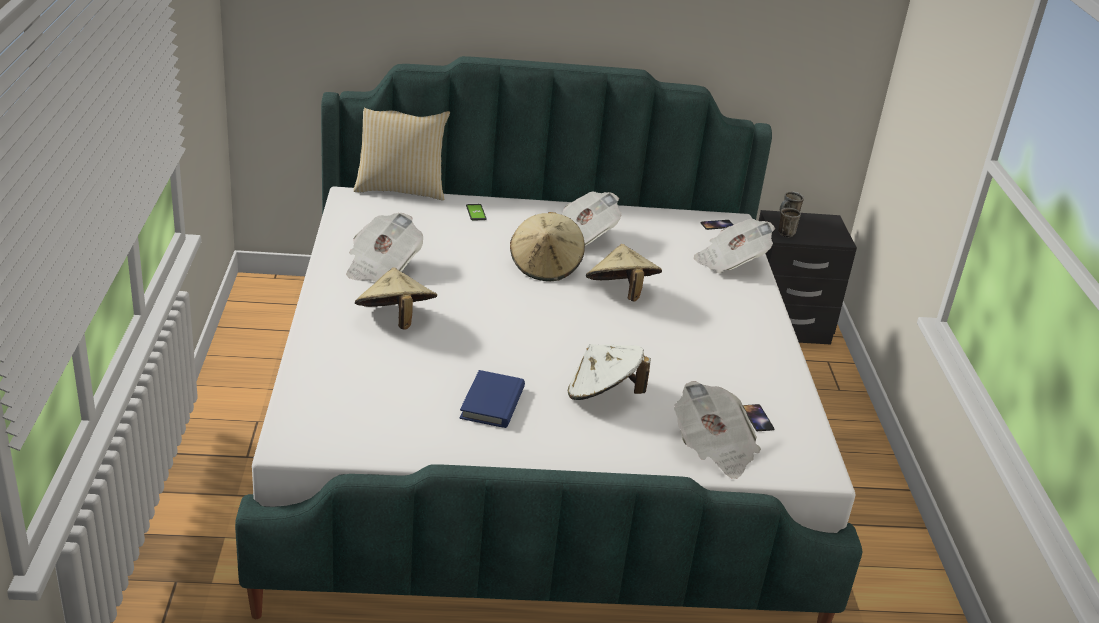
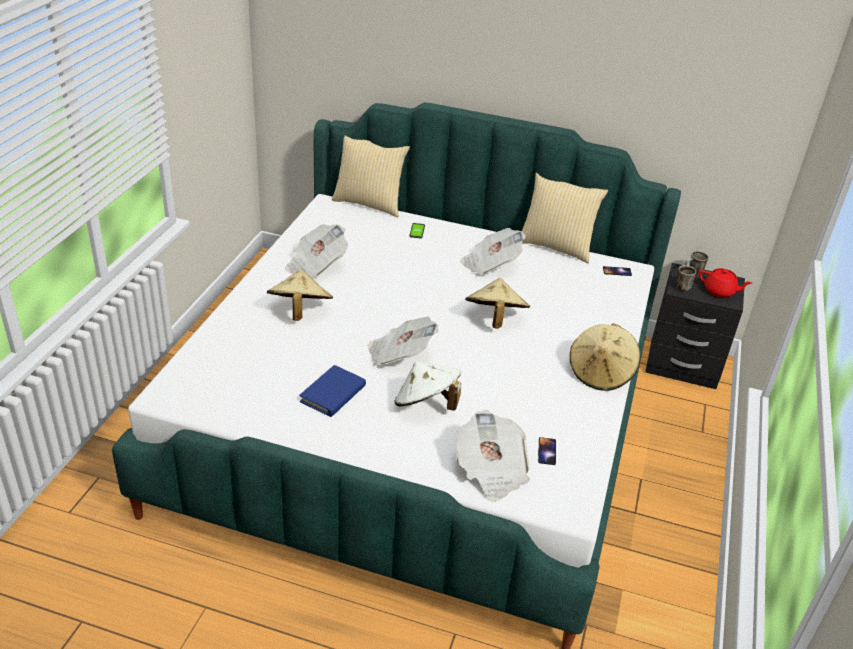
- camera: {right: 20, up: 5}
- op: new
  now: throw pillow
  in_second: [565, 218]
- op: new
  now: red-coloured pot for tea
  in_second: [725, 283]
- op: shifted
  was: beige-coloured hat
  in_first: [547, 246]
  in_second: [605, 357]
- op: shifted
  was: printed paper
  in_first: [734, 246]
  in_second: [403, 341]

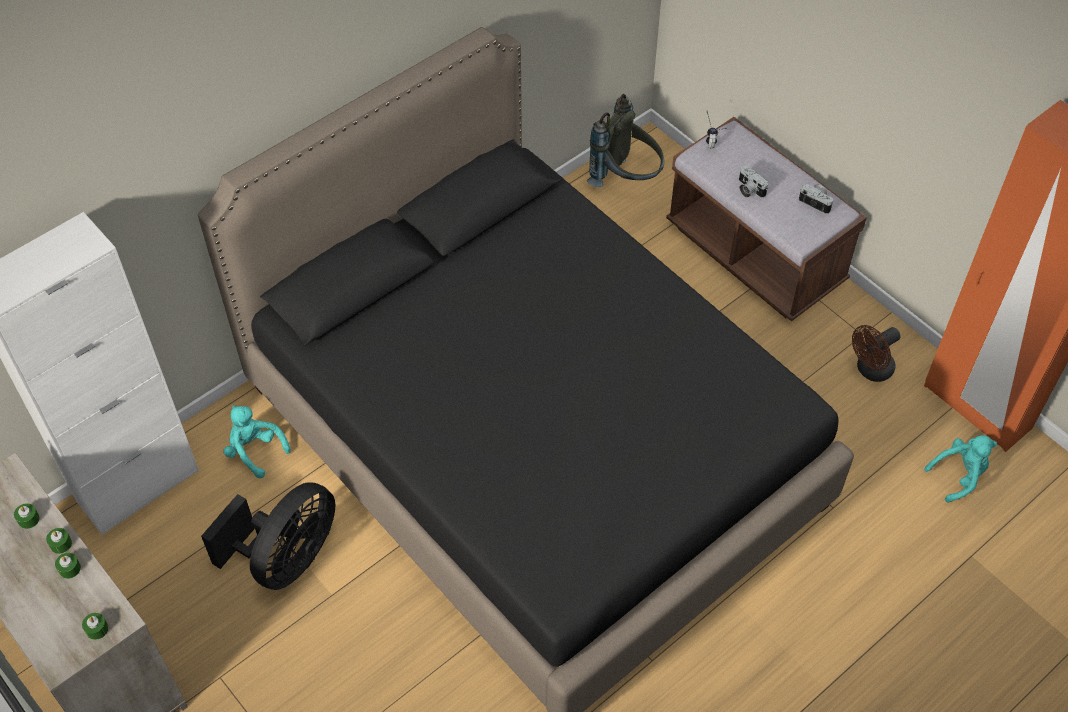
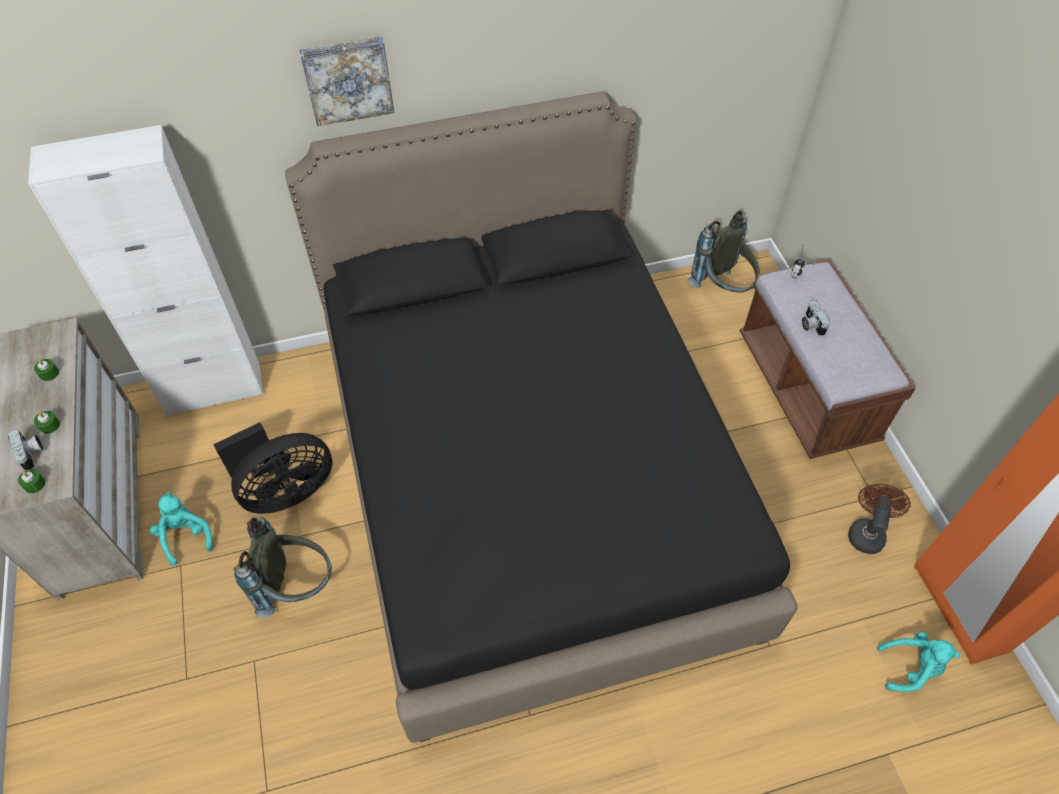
- camera: {right: 25, up: 0}
- op: gone
  was: green wax light
  in_first: [59, 541]
- op: new
  now: gray rucksack
  in_second: [283, 567]
- op: new
  now: wall picture
  in_second: [346, 81]
- op: shifted
  was: turquoise plush toy
  in_first: [257, 441]
  in_second: [181, 529]
- op: shifted
  was: still camera
  in_first: [816, 199]
  in_second: [25, 450]
- op: rotated
  was: brown fan
  in_first: [876, 353]
  in_second: [879, 519]
  clockwise: 120

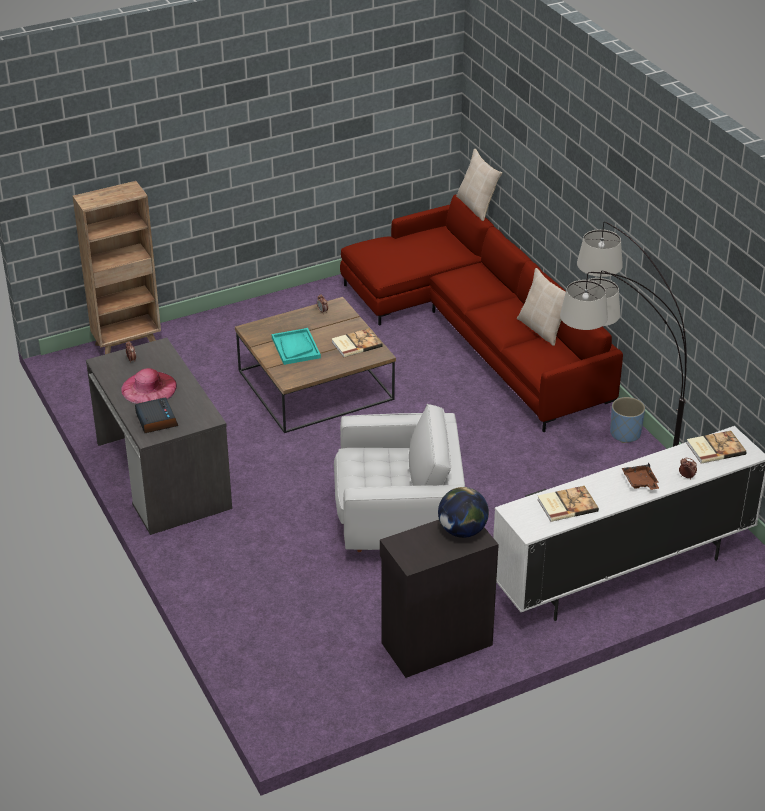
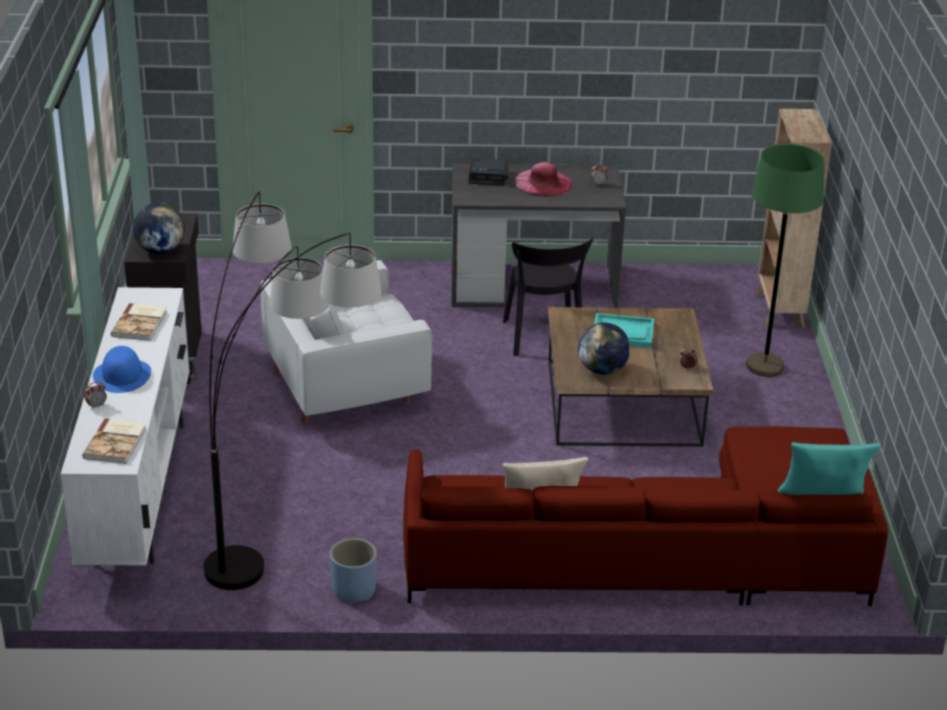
- camera: {right: 115, up: -5}
- op: new
  now: black chair
  in_second: [548, 297]
- op: new
  now: green floor lamp
  in_second: [785, 260]
- op: swapped
  was: bound book
  now: desk globe
  in_first: [357, 342]
  in_second: [604, 349]
- op: swapped
  was: brown tray
  now: blue hat
  in_first: [640, 476]
  in_second: [122, 369]
- op: repainted
  was: beige-coloured throw pillow
  now: turquoise throw pillow
  in_first: [479, 185]
  in_second: [829, 468]
- op: rotated
  was: whitish lounge chair
  in_first: [399, 478]
  in_second: [346, 342]
  clockwise: 45

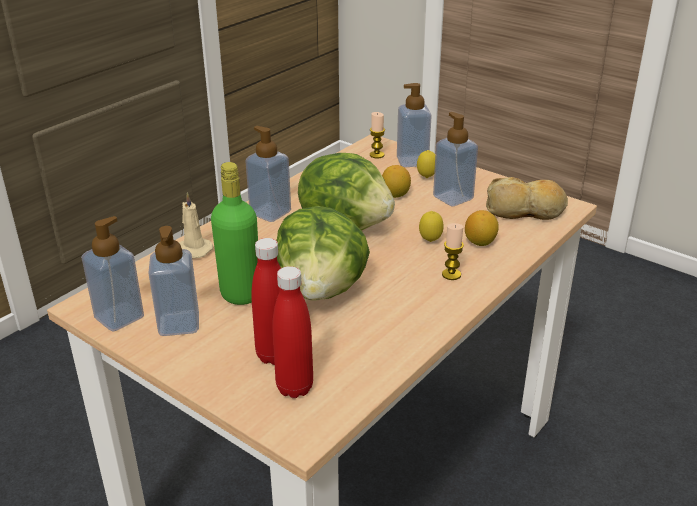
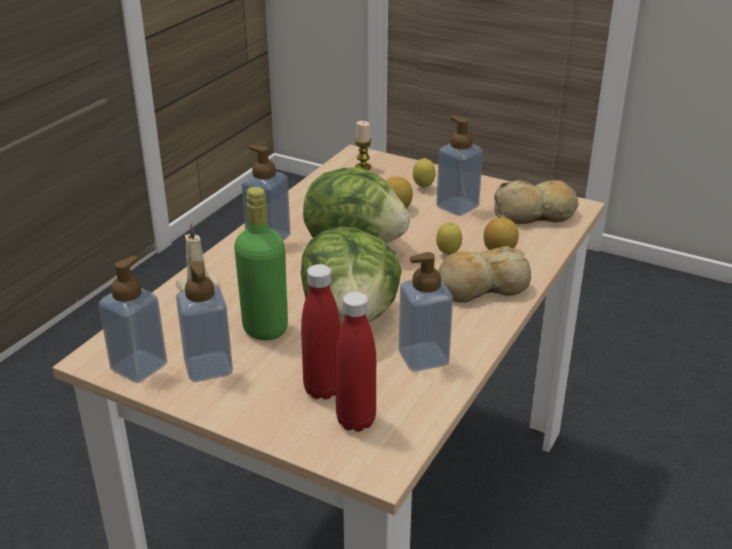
- camera: {right: -10, up: 0}
- op: shifted
  was: soap bottle
  in_first: [414, 125]
  in_second: [426, 312]
- op: swapped
  was: wax light
  now: bakery bread
  in_first: [453, 251]
  in_second: [484, 274]

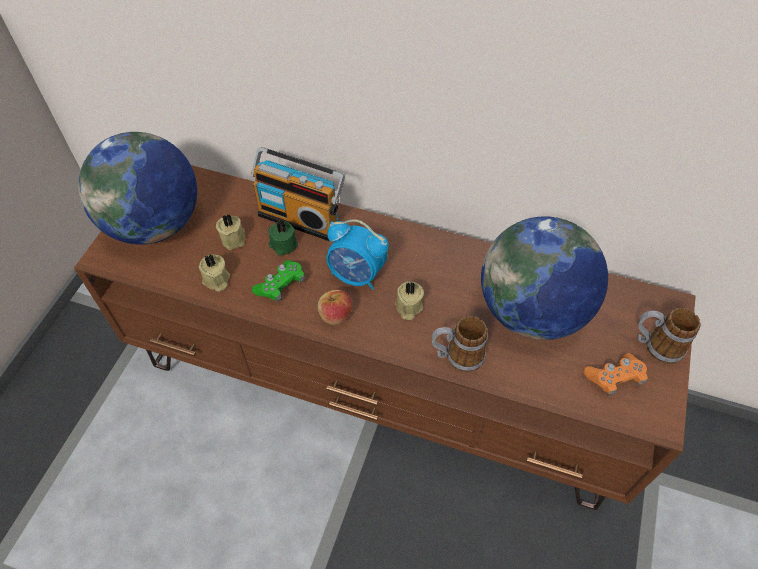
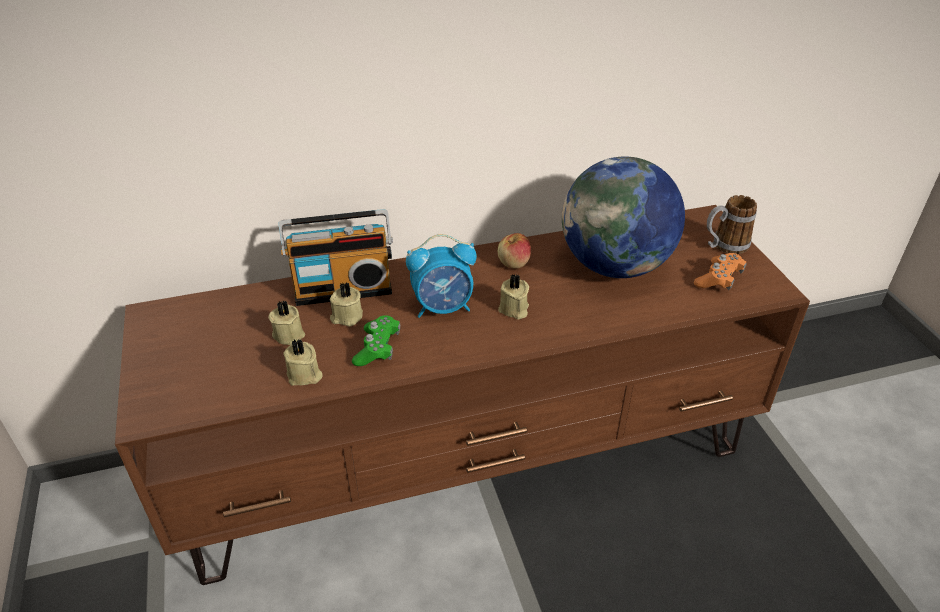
- camera: {right: -35, up: -15}
- op: gone
  was: desk globe
  in_first: [137, 188]
- op: gone
  was: mug
  in_first: [459, 344]
- op: shifted
  was: apple
  in_first: [335, 307]
  in_second: [514, 251]
- op: repainted
  was: green wax light
  now: beige-coloured wax light
  in_first: [283, 237]
  in_second: [346, 304]

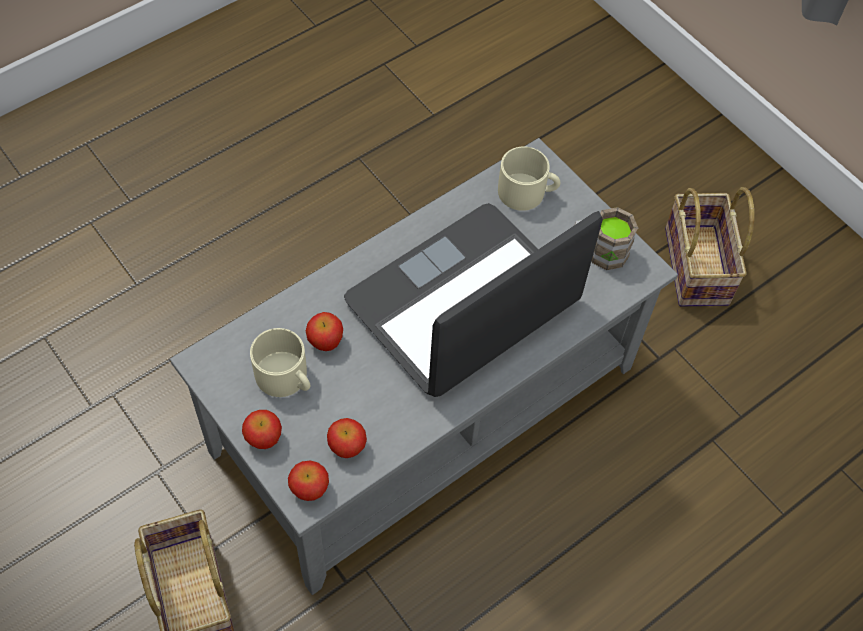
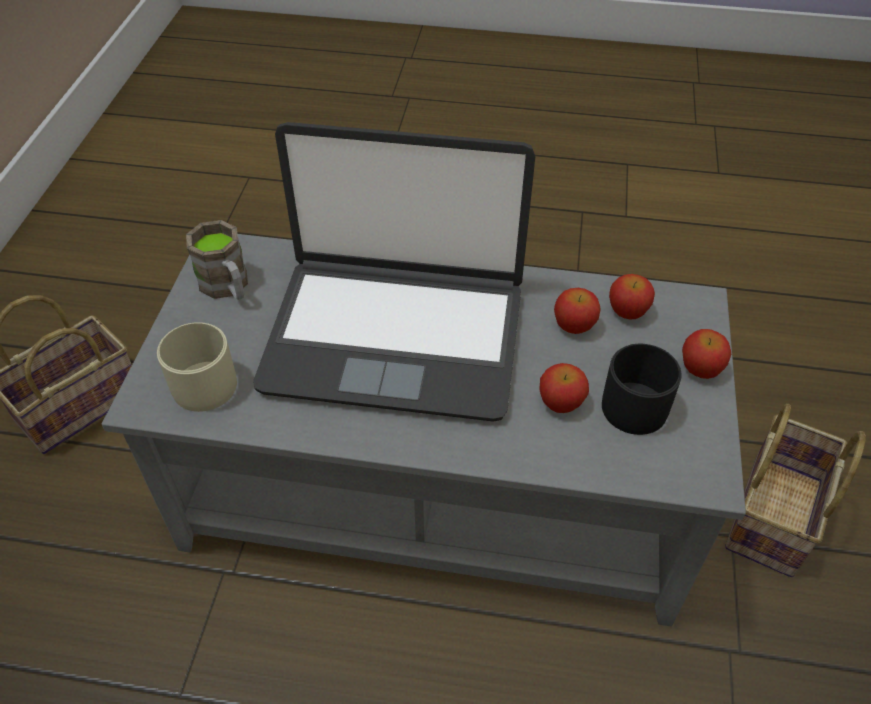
- camera: {right: -130, up: -10}
- op: shifted
  was: apple
  in_first: [308, 480]
  in_second: [577, 311]
- op: repainted
  was: beige-coloured mug
  now: black mug
  in_first: [280, 362]
  in_second: [642, 389]

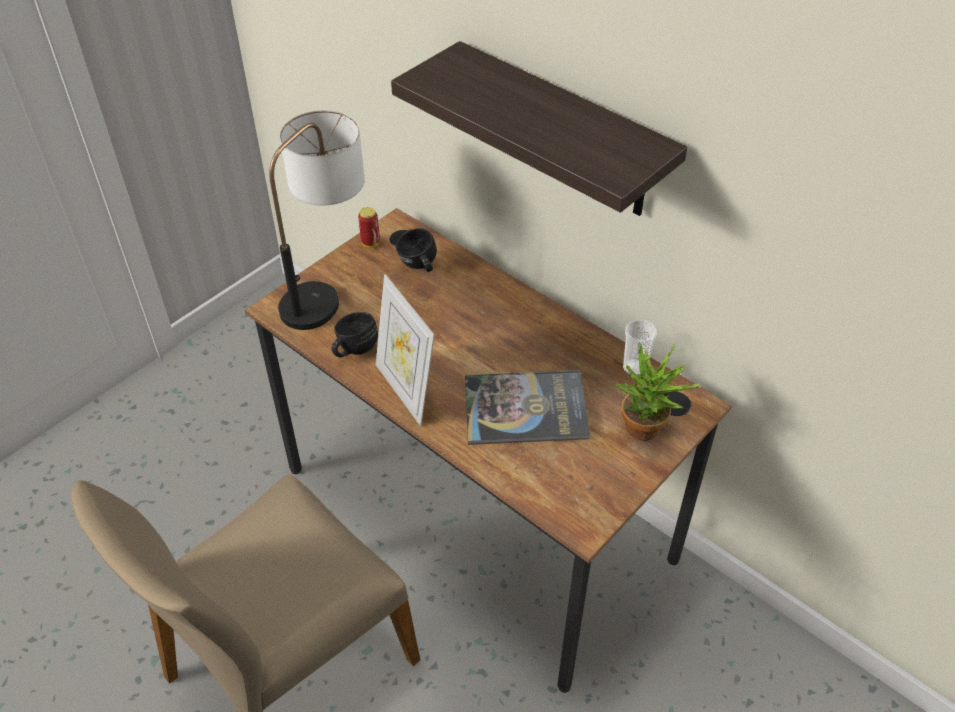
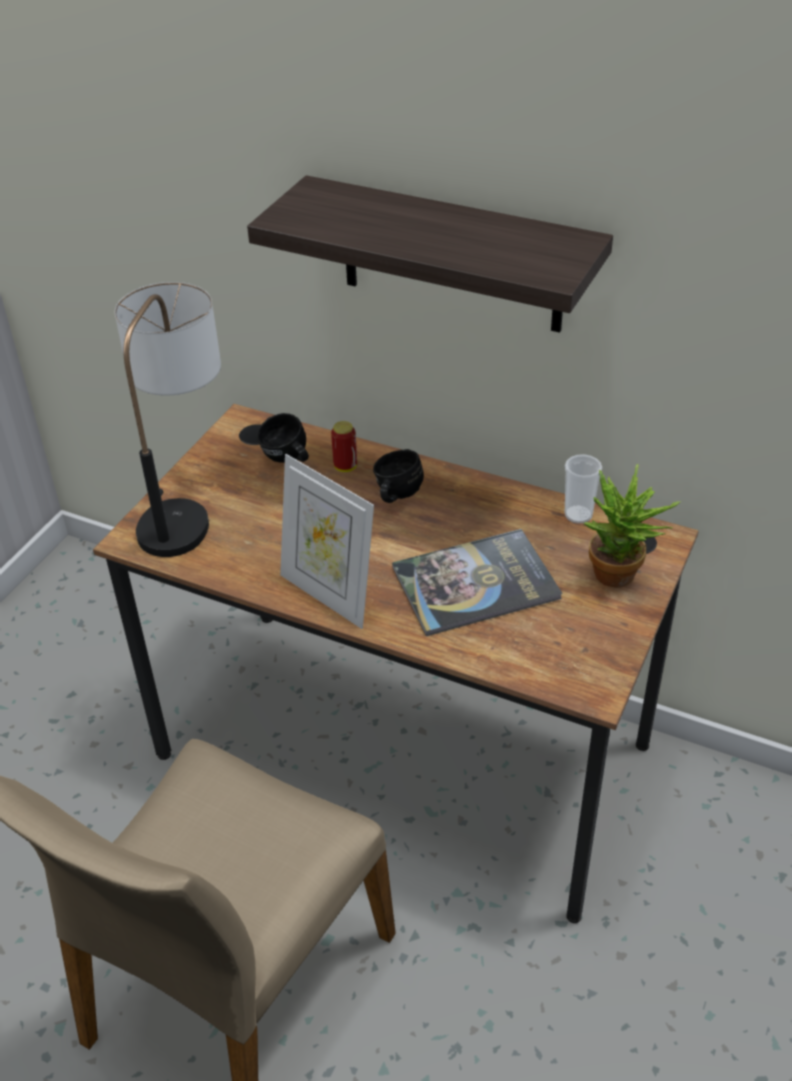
- camera: {right: -15, up: -5}
- op: shifted
  was: black mug
  in_first: [355, 334]
  in_second: [398, 476]
- op: shifted
  was: can
  in_first: [369, 227]
  in_second: [344, 446]

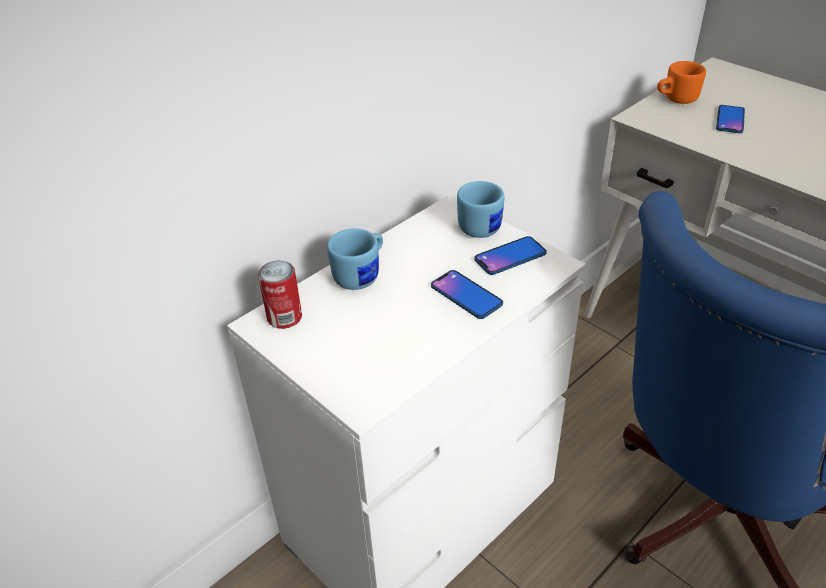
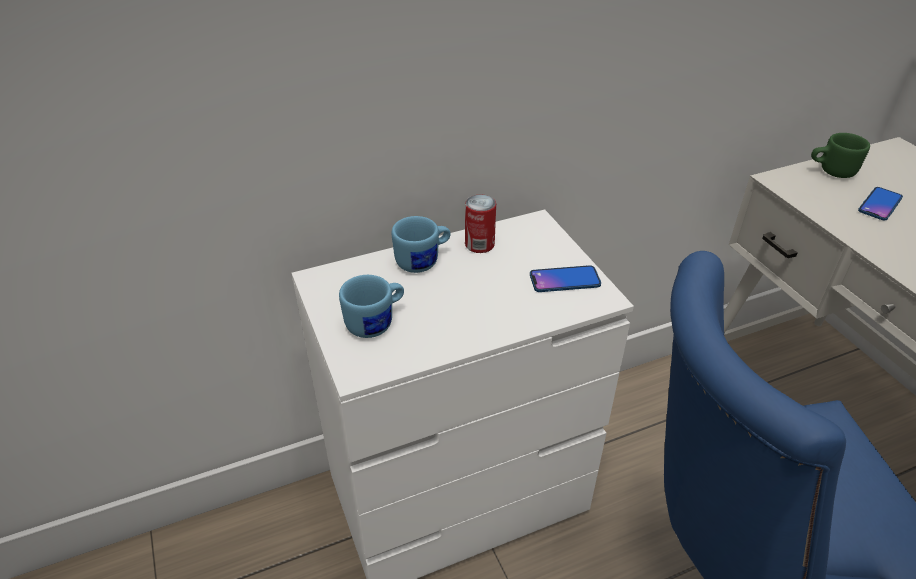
- camera: {right: 20, up: 0}
- op: gone
  was: telephone
  in_first: [467, 294]
- op: shifted
  was: can
  in_first: [280, 295]
  in_second: [480, 223]
- op: shifted
  was: blue mug
  in_first: [480, 209]
  in_second: [371, 306]
- op: repainted
  was: orange mug
  now: green mug
  in_first: [681, 82]
  in_second: [840, 155]

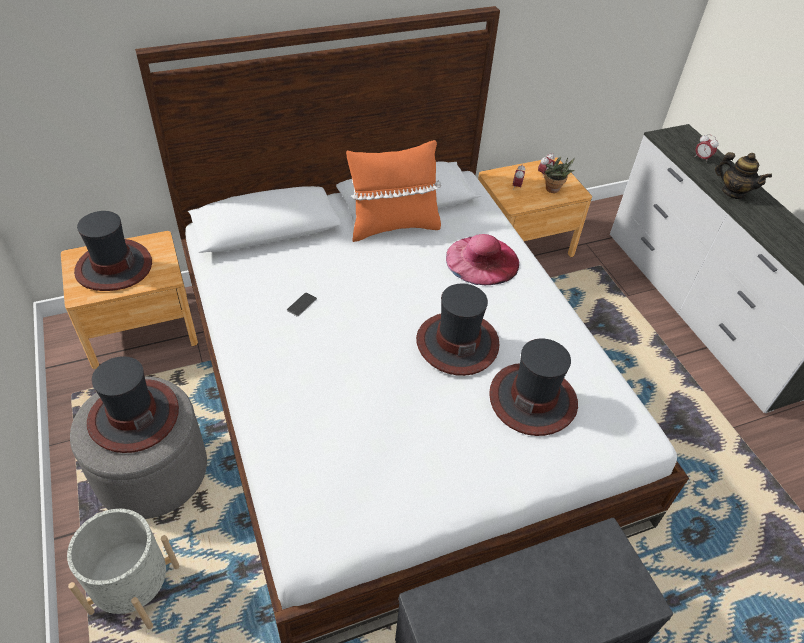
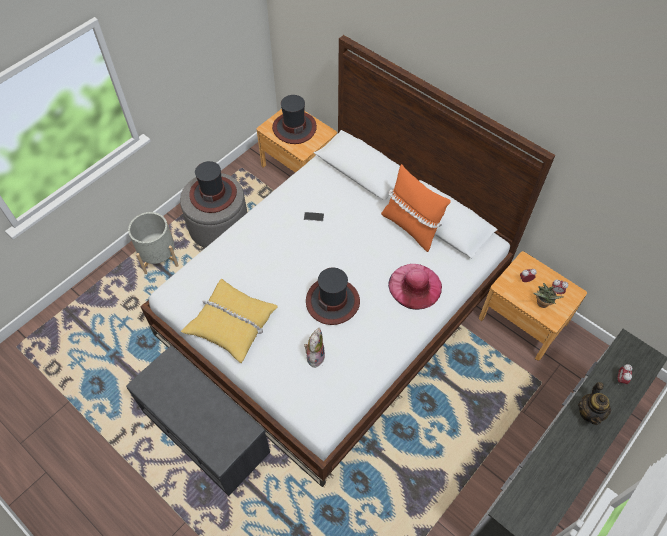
- camera: {right: 65, up: 10}
- op: new
  now: yellow throw pillow
  in_second: [229, 321]
- op: swapped
  was: hat
  now: plush toy
  in_first: [533, 387]
  in_second: [314, 348]

